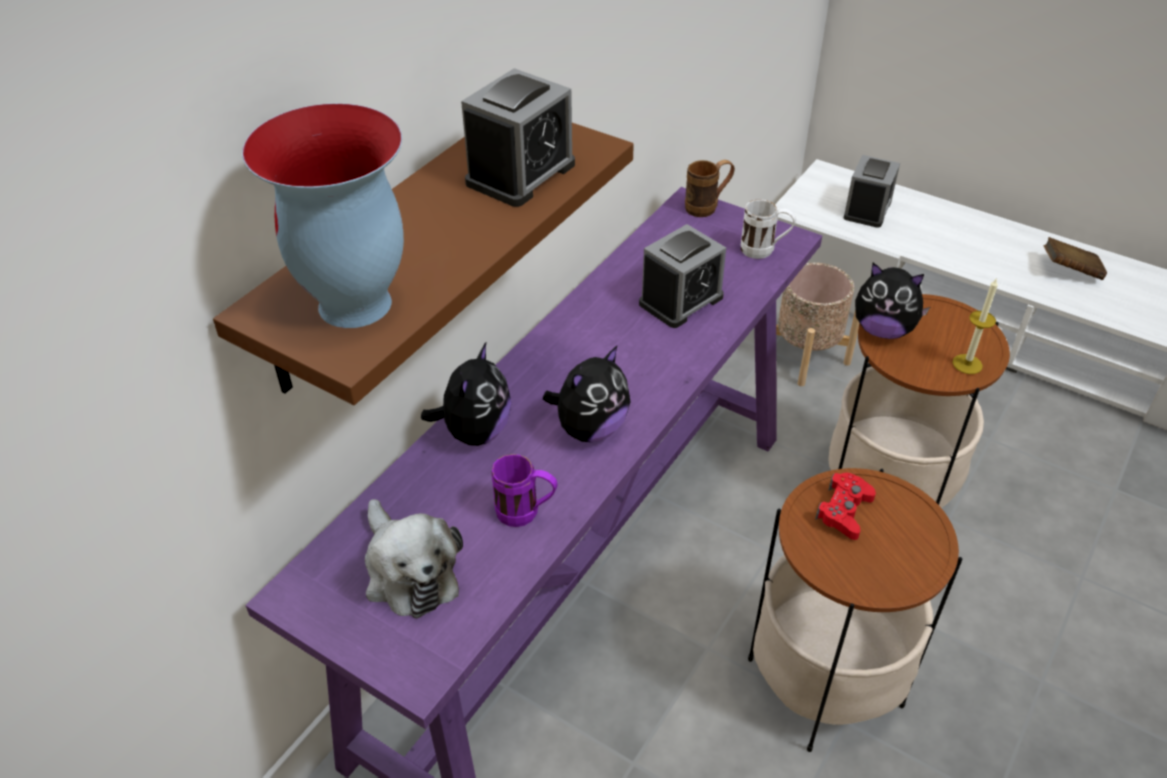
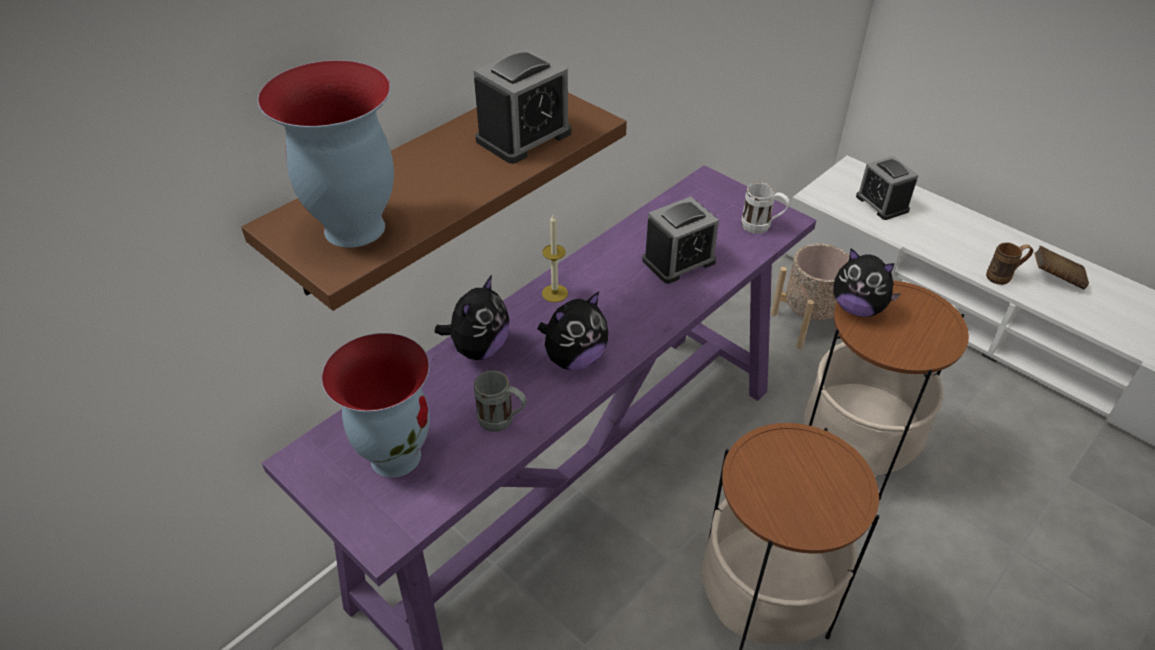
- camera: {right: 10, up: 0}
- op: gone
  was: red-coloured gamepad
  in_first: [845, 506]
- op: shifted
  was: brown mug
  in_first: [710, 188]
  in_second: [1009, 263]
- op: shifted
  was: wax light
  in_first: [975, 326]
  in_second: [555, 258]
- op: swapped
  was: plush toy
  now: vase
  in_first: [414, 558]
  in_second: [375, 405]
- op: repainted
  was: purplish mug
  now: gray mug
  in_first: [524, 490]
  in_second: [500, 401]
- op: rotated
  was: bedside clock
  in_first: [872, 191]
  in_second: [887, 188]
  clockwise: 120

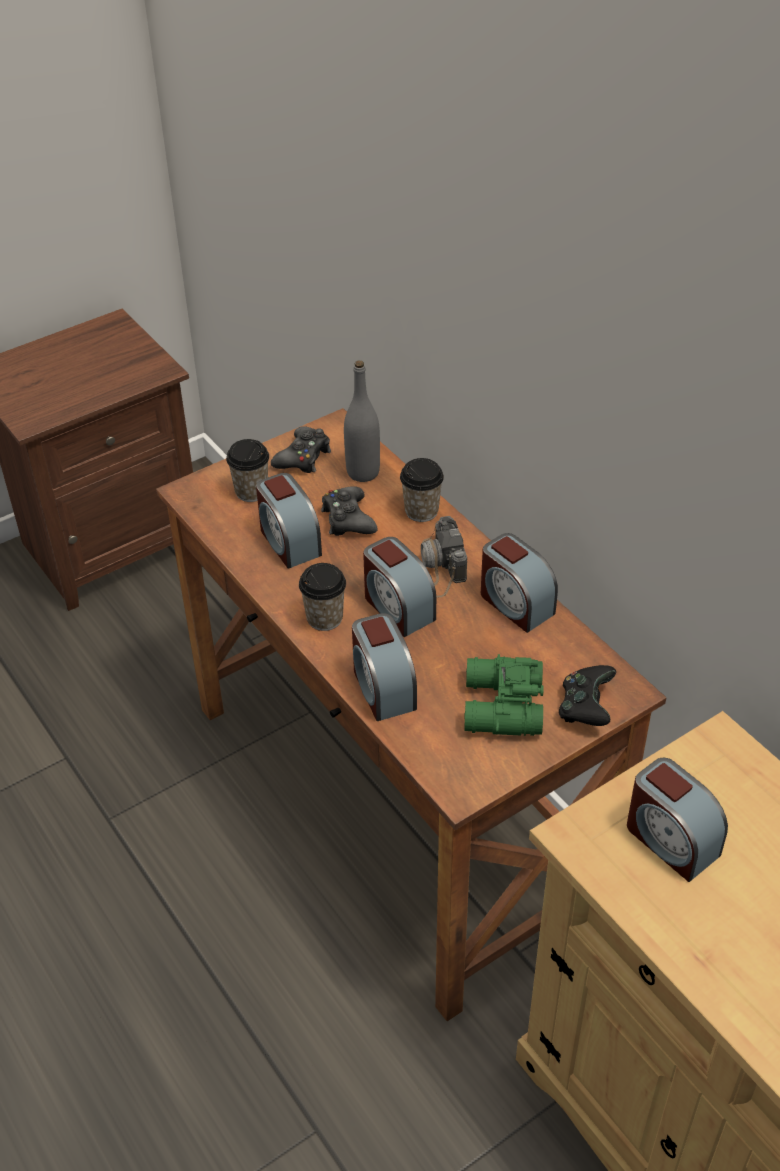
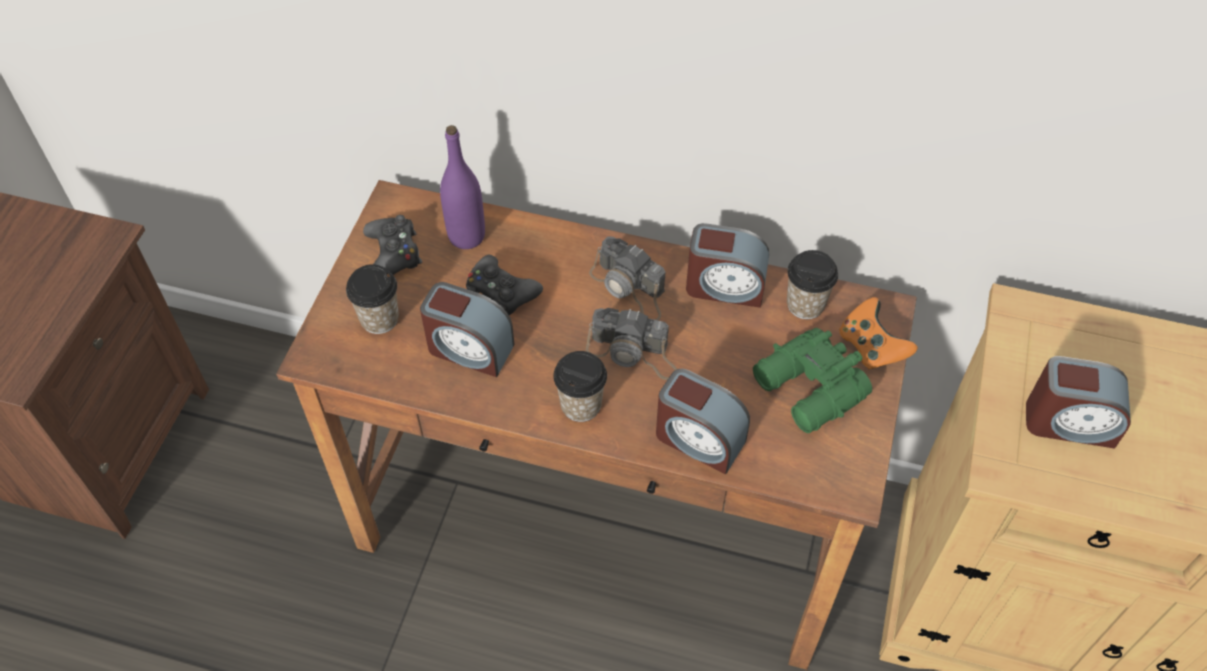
- camera: {right: -40, up: 10}
- op: shifted
  was: drinking cup
  in_first: [422, 490]
  in_second: [812, 284]
- op: swapped
  was: bedside clock
  now: still camera
  in_first: [399, 587]
  in_second: [631, 344]
- op: repainted
  was: gray beverage bottle
  now: purplish beverage bottle
  in_first: [362, 421]
  in_second: [462, 187]
- op: repainted
  was: black gamepad
  now: orange gamepad
  in_first: [587, 695]
  in_second: [878, 333]

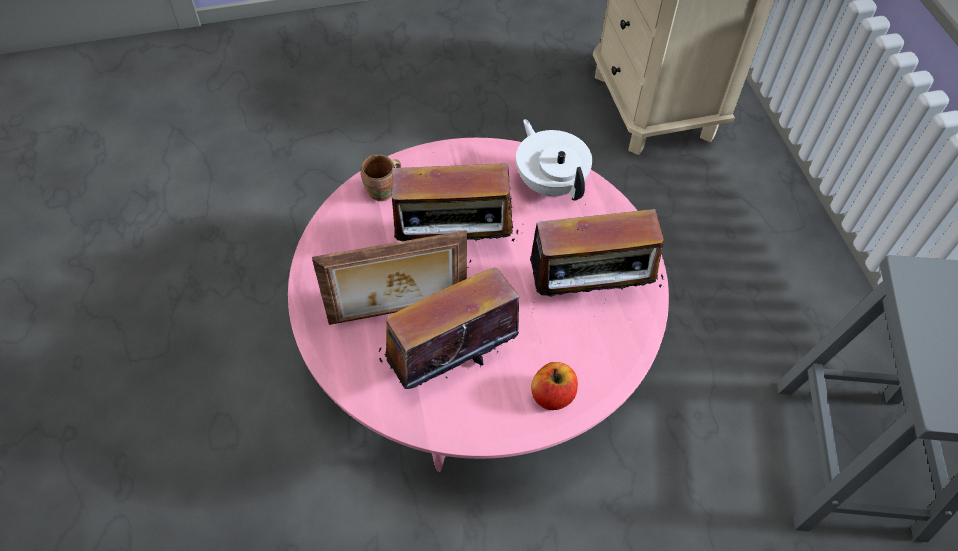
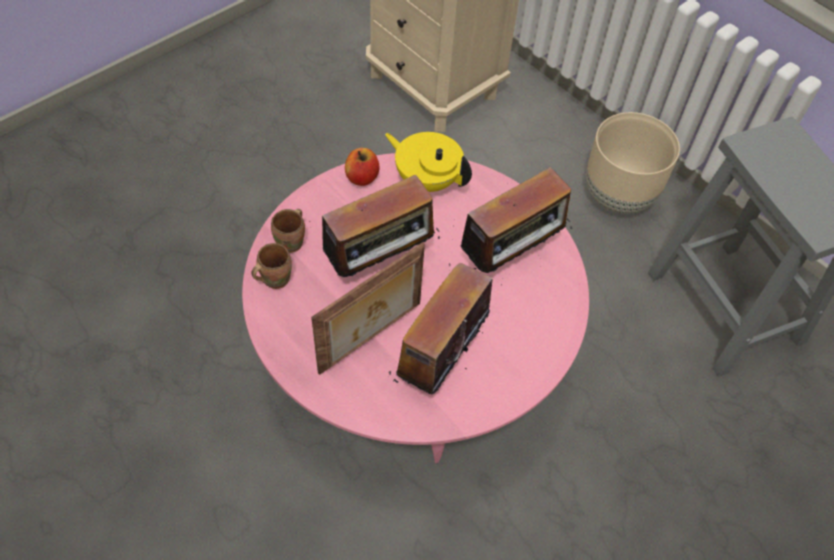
- camera: {right: -30, up: 0}
- op: new
  now: brown mug
  in_second: [271, 266]
- op: new
  now: beige-coloured plant pot
  in_second: [633, 163]
- op: shifted
  was: apple
  in_first: [554, 386]
  in_second: [362, 167]
- op: repainted
  was: whitish pot for tea
  now: yellow pot for tea
  in_first: [554, 159]
  in_second: [428, 162]

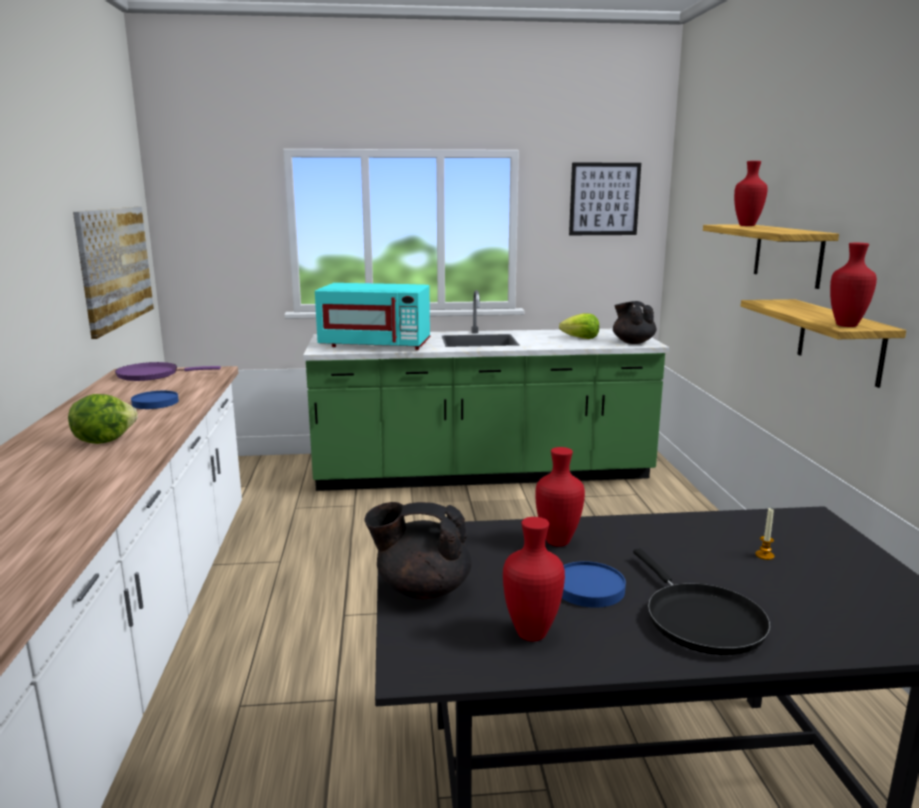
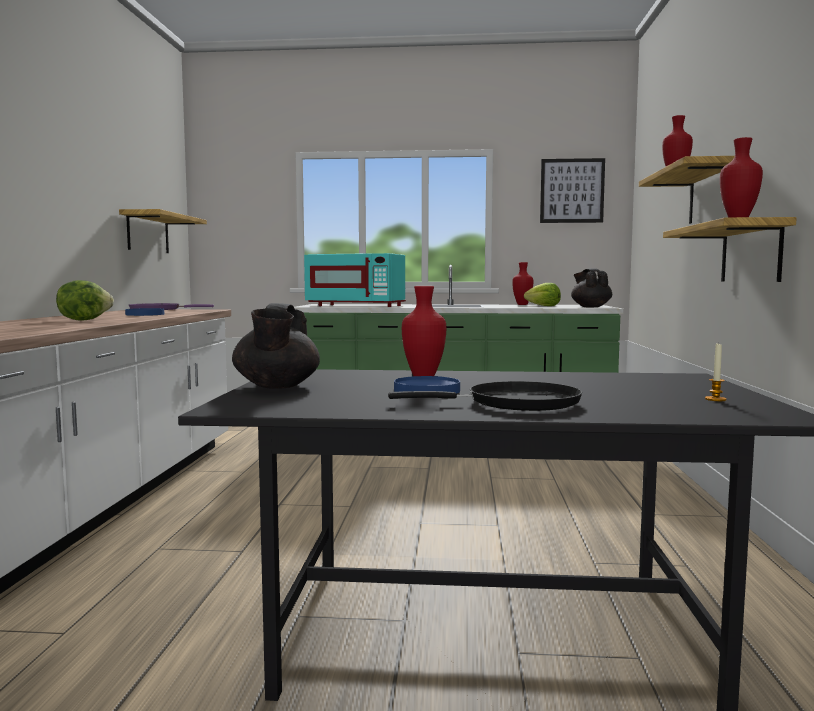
- camera: {right: 10, up: -10}
- op: shifted
  was: red-coloured vase
  in_first: [534, 579]
  in_second: [522, 283]
- op: shifted
  was: wax light
  in_first: [764, 534]
  in_second: [715, 372]
- op: swapped
  was: wall picture
  now: shelf
  in_first: [113, 273]
  in_second: [163, 231]
- op: rotated
  was: black pot for tea
  in_first: [418, 550]
  in_second: [276, 346]
  clockwise: -105
- op: rotated
  was: black frying pan
  in_first: [701, 601]
  in_second: [485, 396]
  clockwise: -90

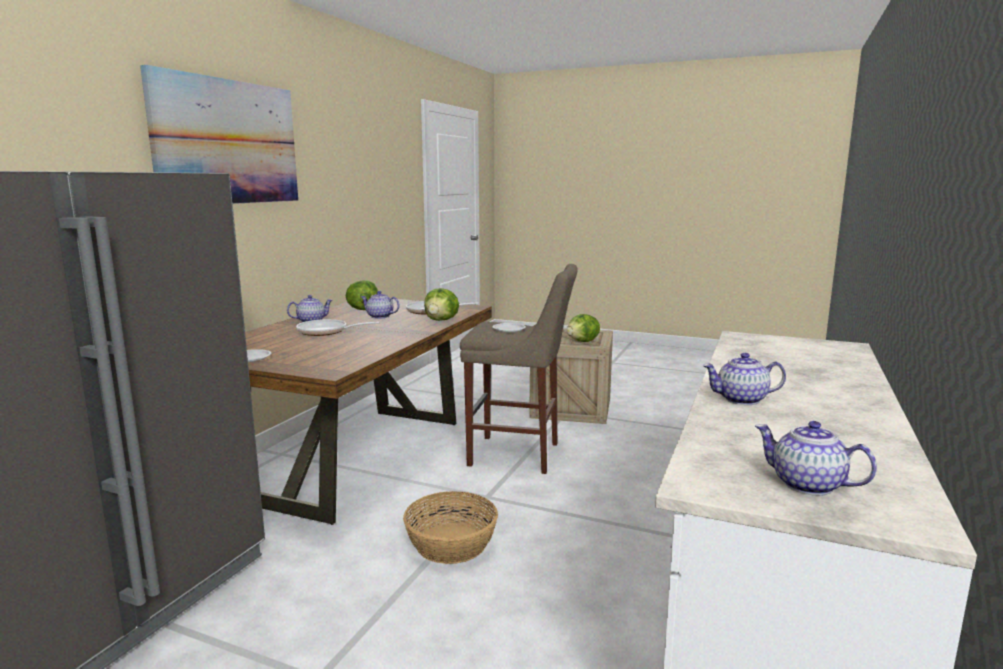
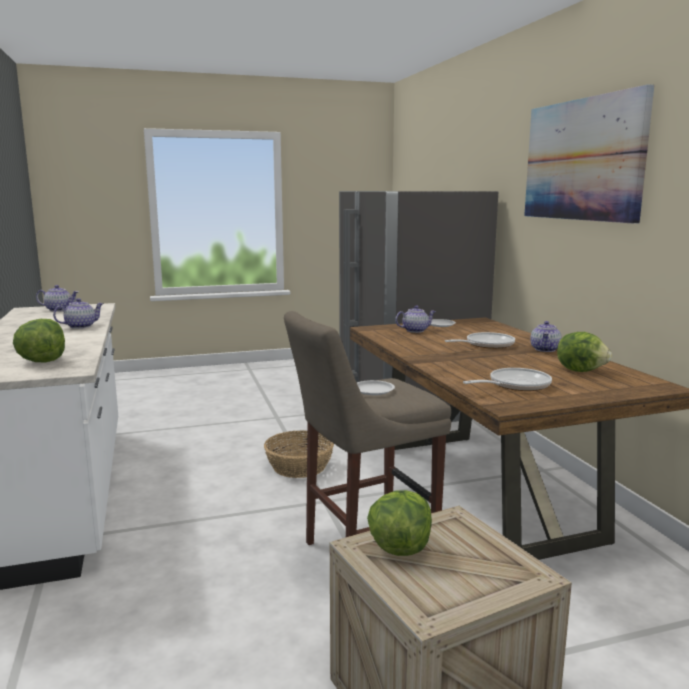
- camera: {right: 140, up: 0}
- op: shifted
  was: pot for tea
  in_first: [380, 305]
  in_second: [415, 319]
- op: shifted
  was: head of lettuce
  in_first: [441, 304]
  in_second: [39, 340]

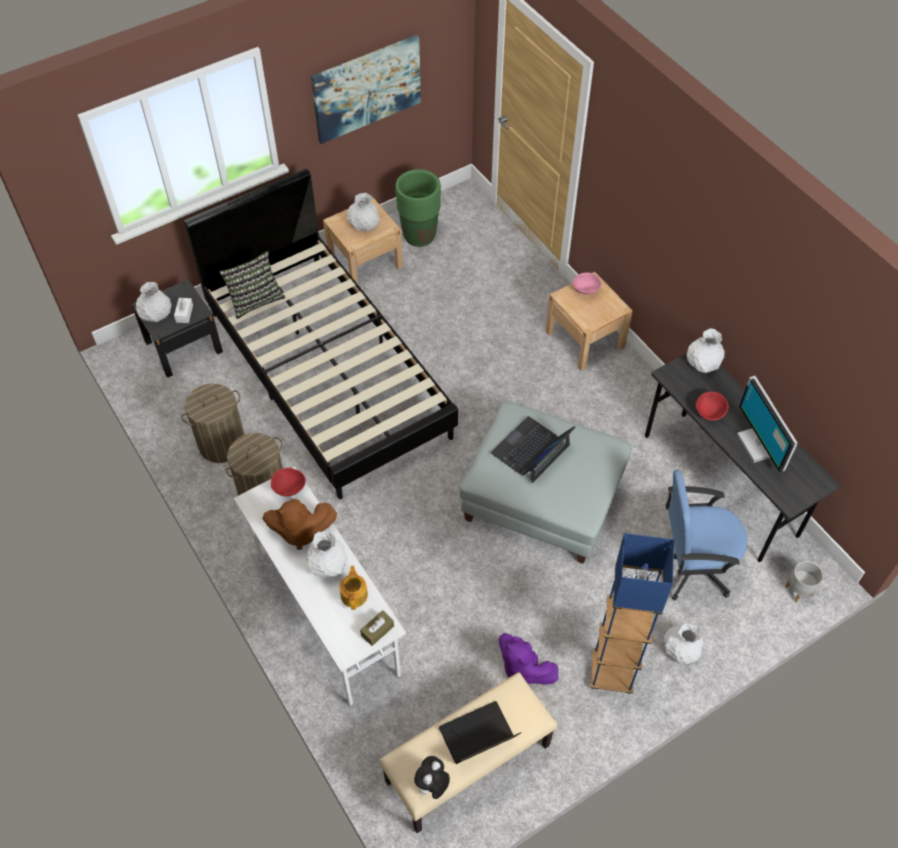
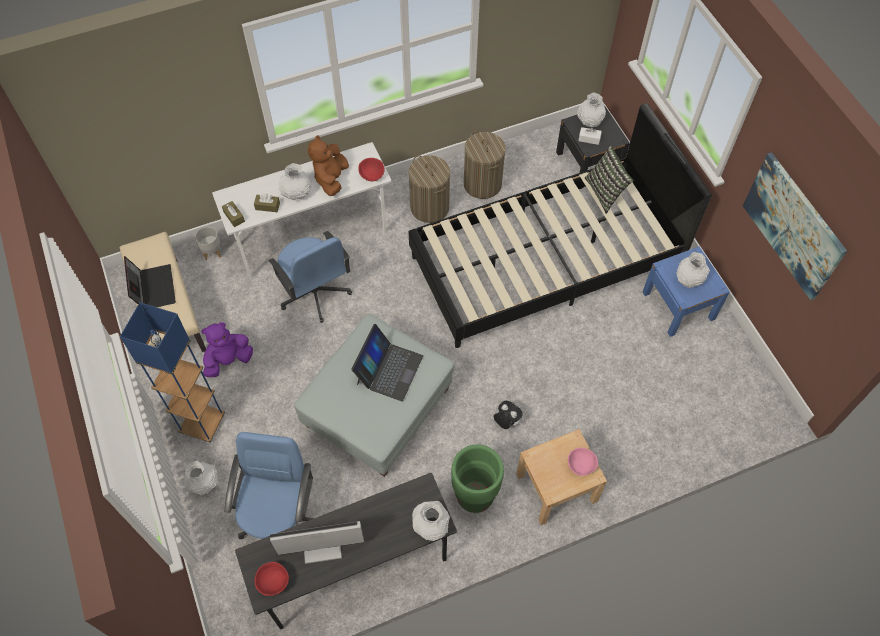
- camera: {right: 100, up: 5}
- op: new
  now: blue office chair
  in_second: [310, 277]
- op: shifted
  was: green plant pot
  in_first: [418, 208]
  in_second: [477, 479]
- op: shifted
  was: plush toy
  in_first: [432, 777]
  in_second: [508, 415]
- op: shifted
  was: red-coloured deep dish
  in_first: [712, 406]
  in_second: [272, 579]
- op: shifted
  was: gray plant pot
  in_first: [804, 582]
  in_second: [208, 243]
- op: swapped
  was: pot for tea
  now: brown tissue box
  in_first: [354, 588]
  in_second: [267, 203]
- op: repainted
  was: beige-coloured bedside table
  now: blue bedside table
  in_first: [363, 241]
  in_second: [686, 291]
- op: rotated
  was: laptop
  in_first: [533, 449]
  in_second: [387, 362]
  clockwise: 60

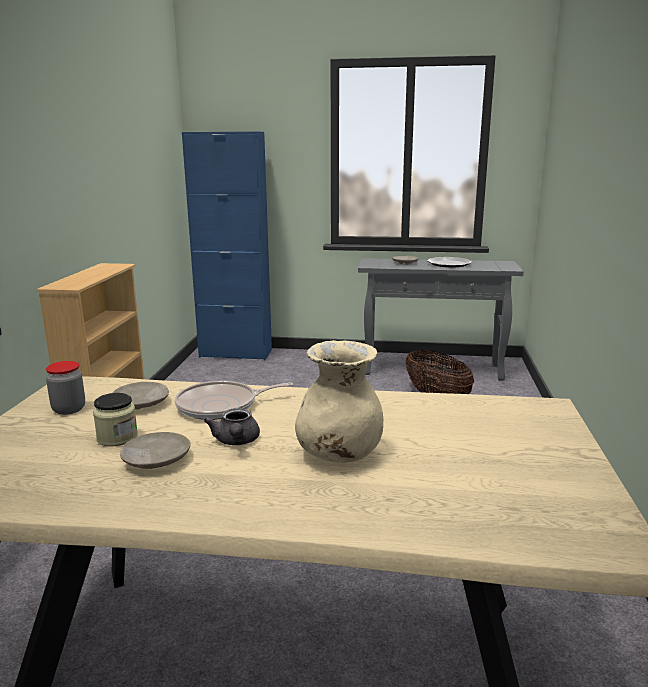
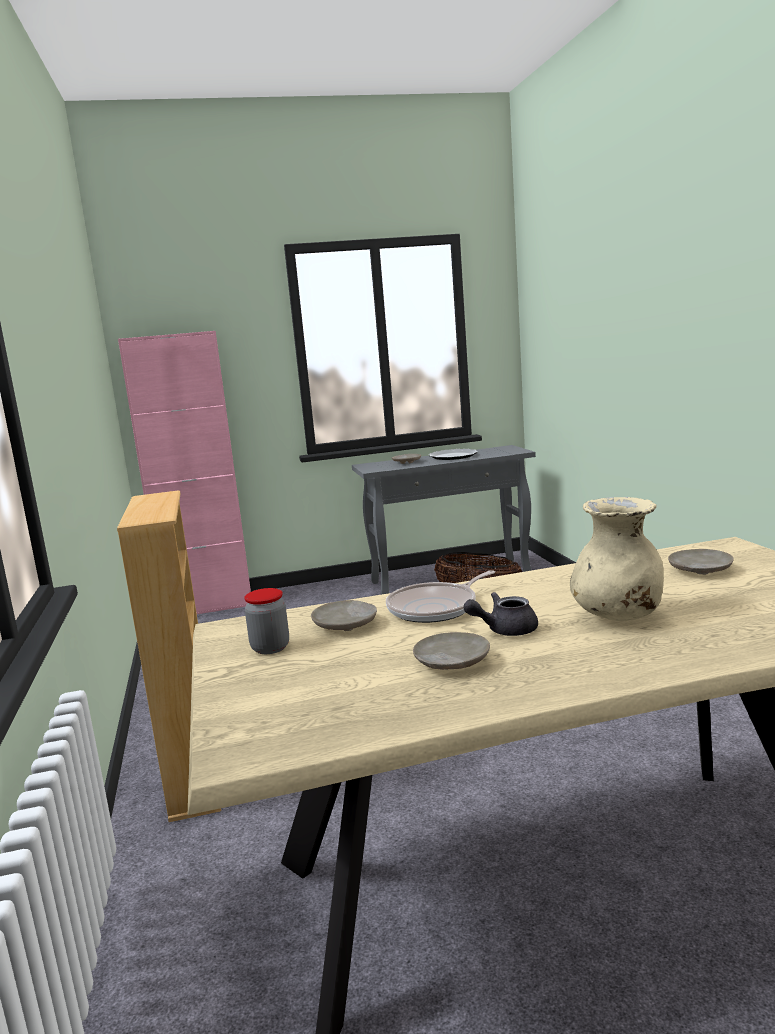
- camera: {right: -20, up: -5}
- op: gone
  was: jar
  in_first: [115, 420]
- op: new
  now: beige-coloured flat dish
  in_second: [701, 562]
- op: repainted
  was: blue cabinet
  now: pink-coloured cabinet
  in_first: [227, 245]
  in_second: [184, 472]
- op: rotated
  was: gray pot for tea
  in_first: [232, 426]
  in_second: [500, 614]
  clockwise: 105

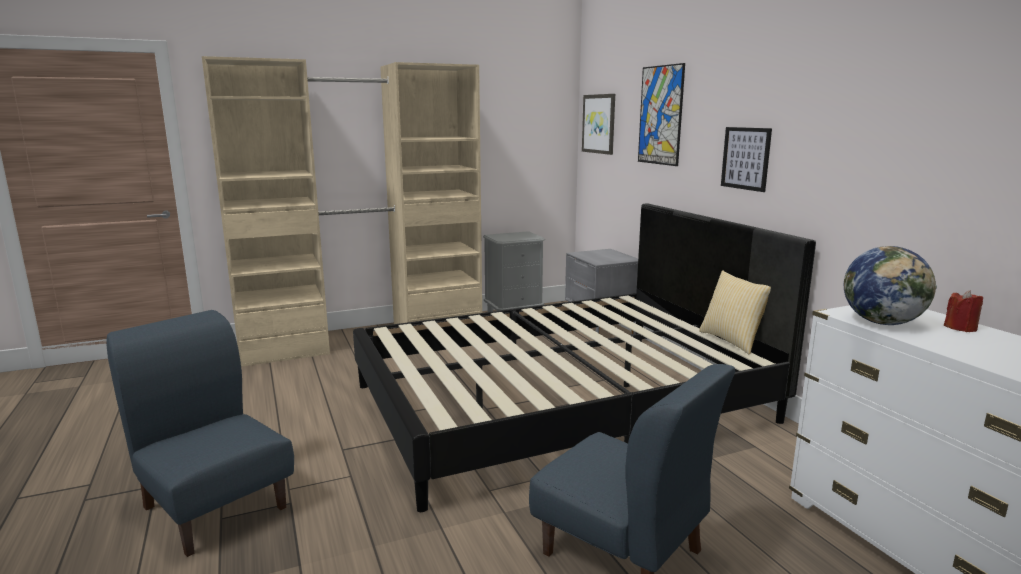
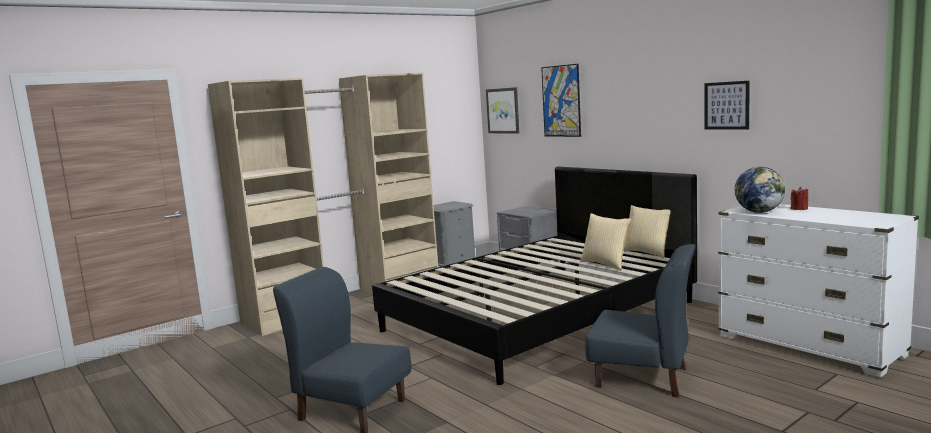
- camera: {right: -15, up: -5}
- op: new
  now: throw pillow
  in_second: [606, 241]
- op: shifted
  was: wall picture
  in_first: [746, 159]
  in_second: [727, 105]

